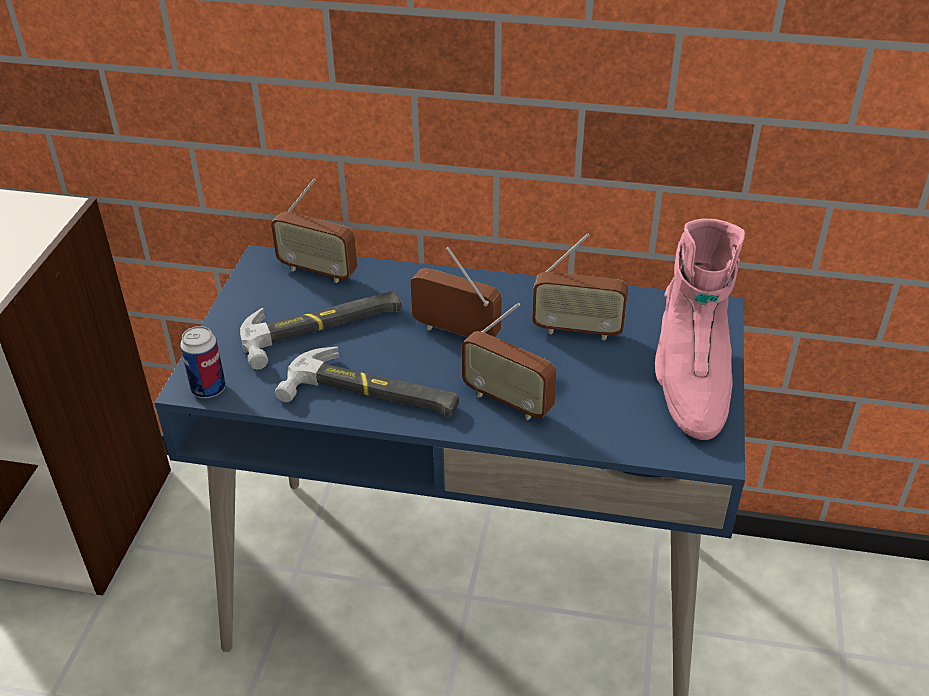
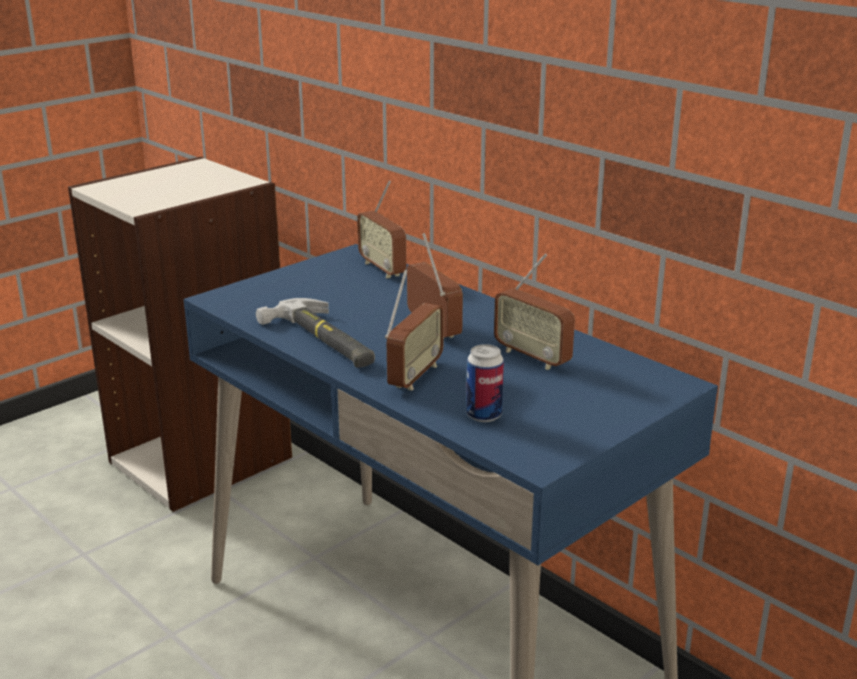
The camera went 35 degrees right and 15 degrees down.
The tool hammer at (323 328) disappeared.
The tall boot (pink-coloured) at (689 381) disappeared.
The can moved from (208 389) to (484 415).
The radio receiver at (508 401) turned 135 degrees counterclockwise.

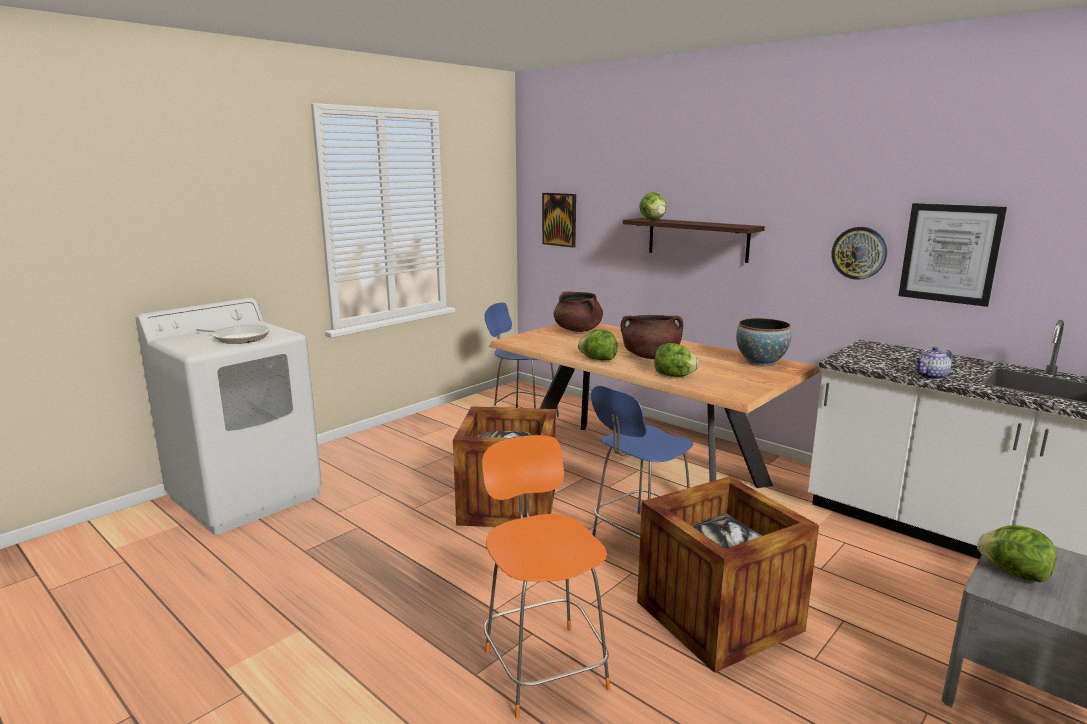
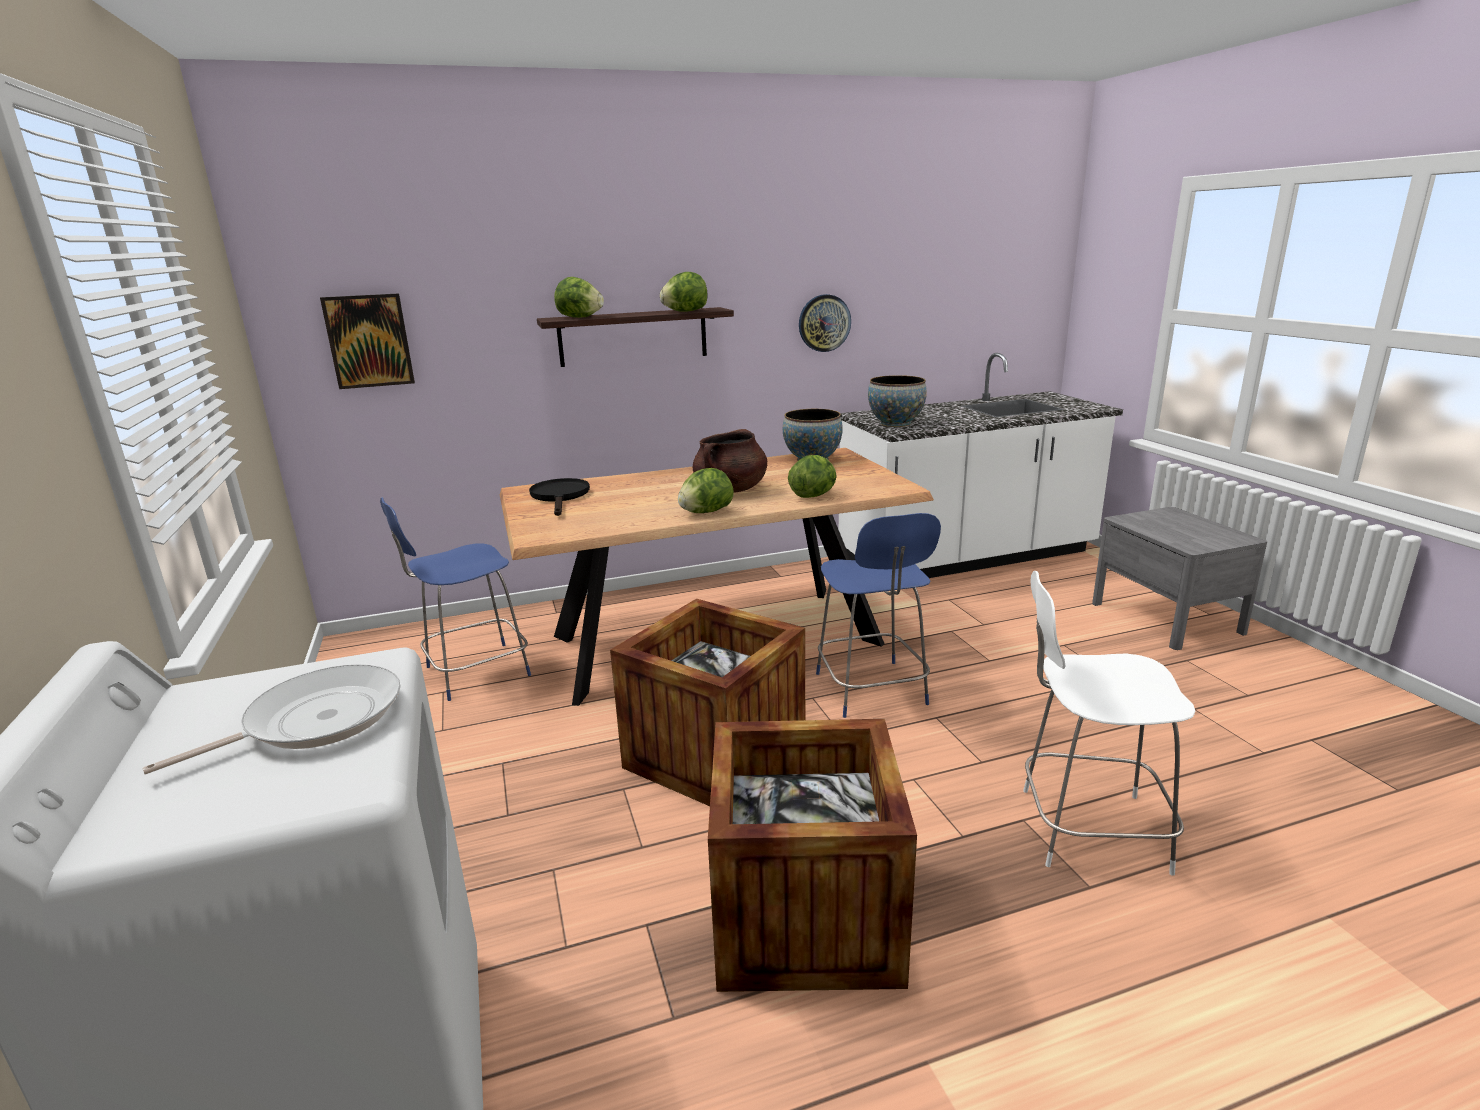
The camera went 60 degrees left and 5 degrees up.
The picture at (950 253) disappeared.
The tea pot at (931 376) disappeared.
The serving bowl at (895 424) appeared.
The packing crate moved from (718 616) to (805 915).
The head of lettuce moved from (1013 573) to (685 311).
The stockpot (brown) at (578 330) was replaced by the pan (blackish) at (560 497).
The chair (orange-coloured) at (543 666) became the chair (white-coloured) at (1086 829).

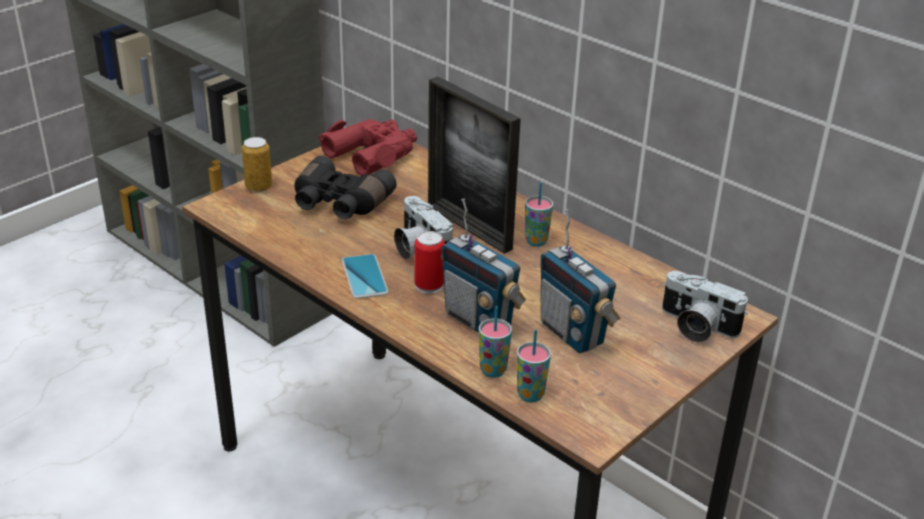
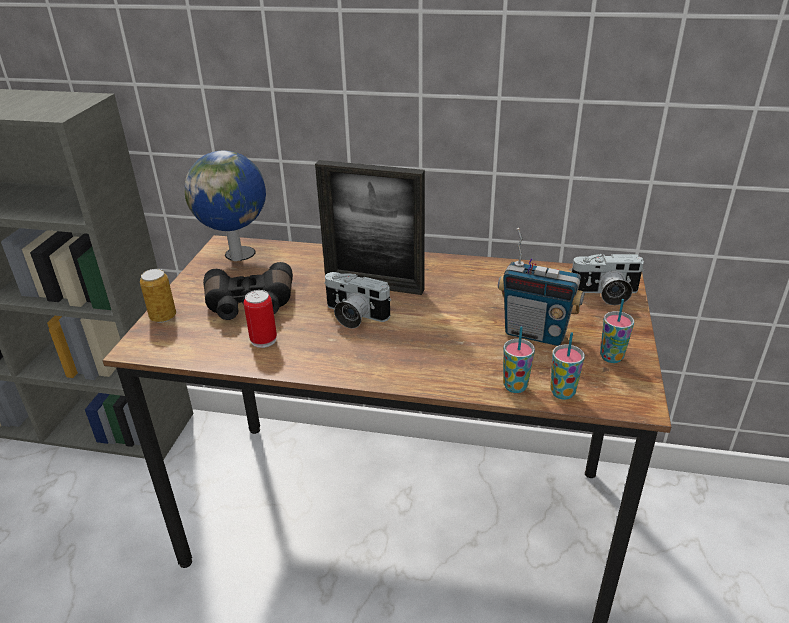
The camera went 30 degrees left and 0 degrees up.
The phone at (364 277) disappeared.
The radio receiver at (478 320) disappeared.
The can moved from (429 286) to (263 340).
The drinking cup moved from (536 241) to (611 357).
The pair of binoculars (reddish) at (372 154) was replaced by the desk globe at (238 257).

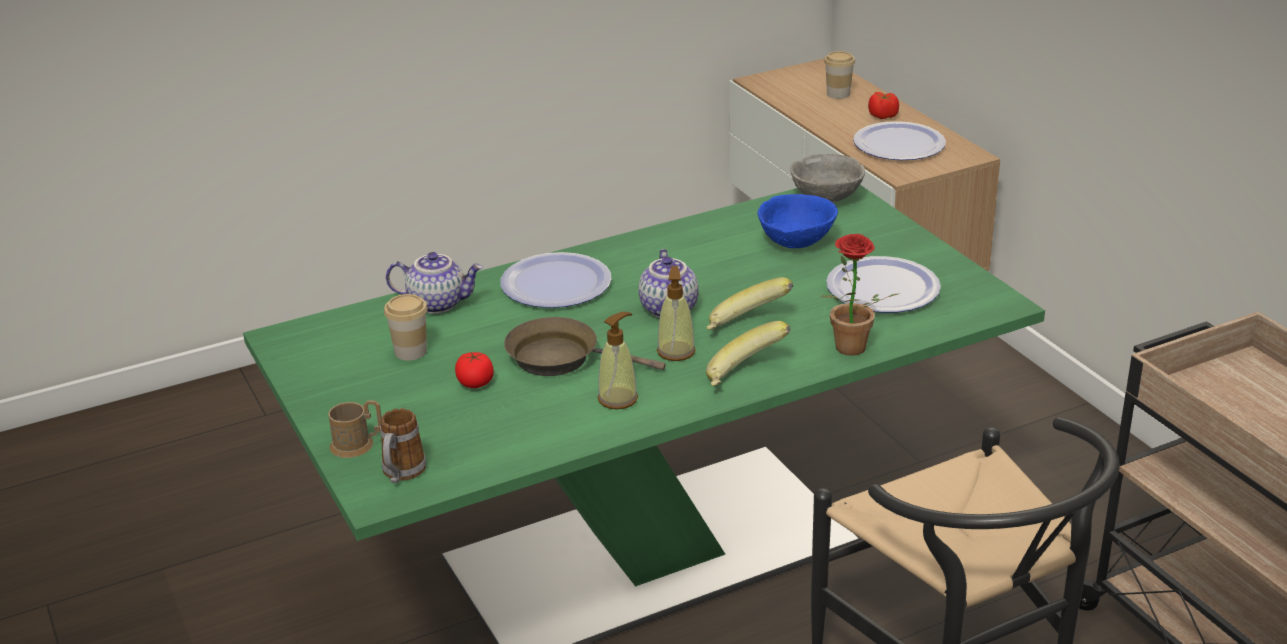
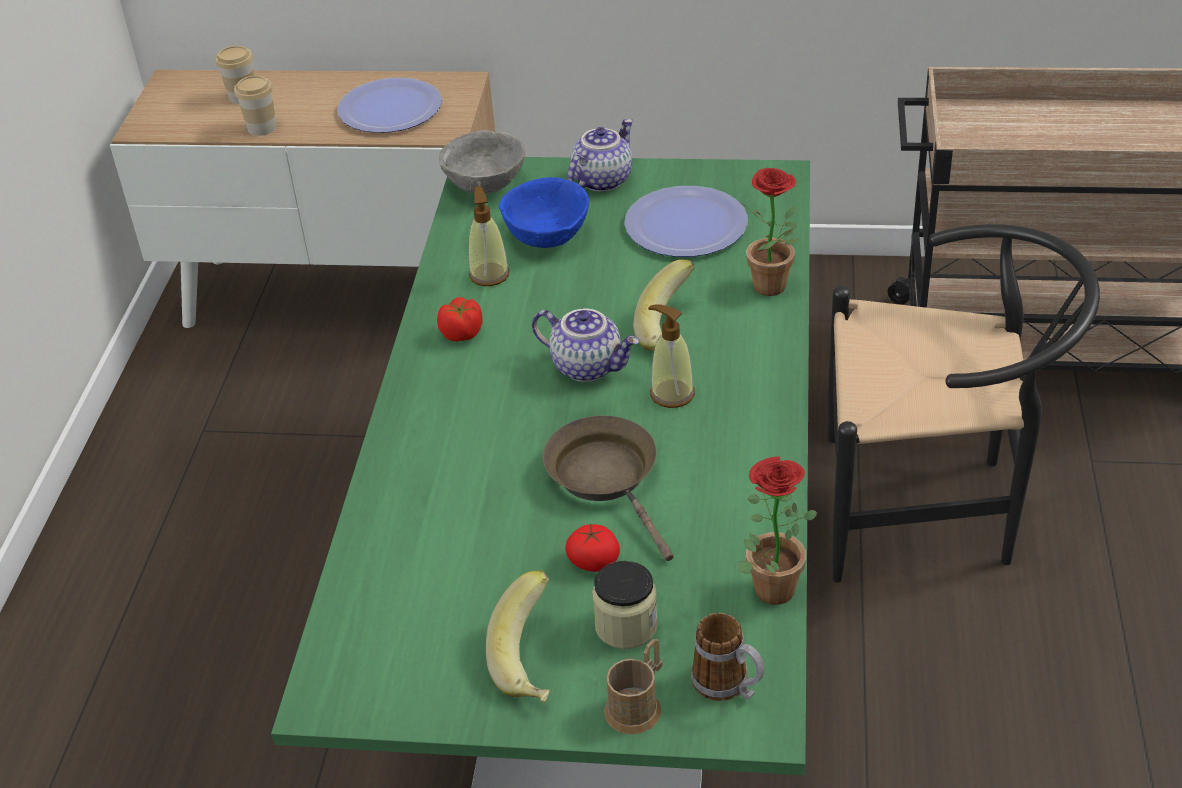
The camera went 55 degrees left and 10 degrees up.
The dinner plate at (555 283) disappeared.
The preserve jar at (626 626) appeared.
The potted plant at (769 584) appeared.
The drinking cup moved from (410 351) to (262 128).
The tea pot moved from (438 303) to (601 180).
The soap dispenser moved from (618 399) to (489 274).
The banana moved from (746 377) to (534 661).
The tomato moved from (883 116) to (462 333).
The pan (brown) at (561 358) turned 105 degrees clockwise.

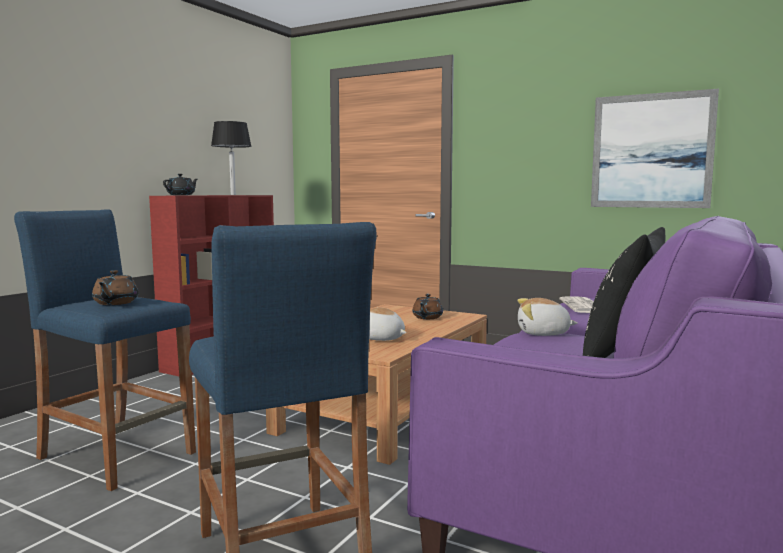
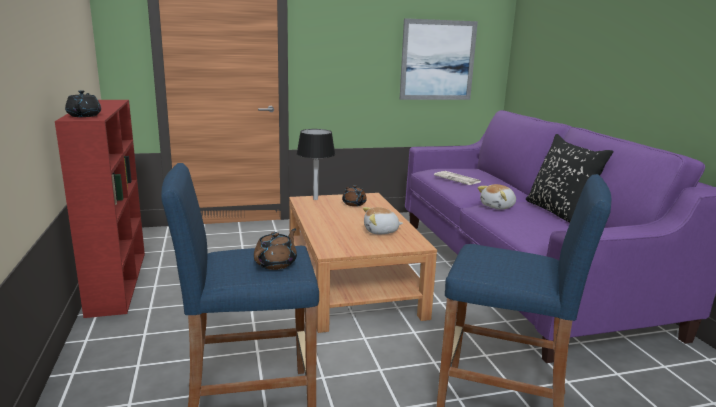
The camera went 45 degrees left and 10 degrees up.
The table lamp (blackish) moved from (233 195) to (315 199).
The tea pot (brown) at (115 303) turned 105 degrees counterclockwise.

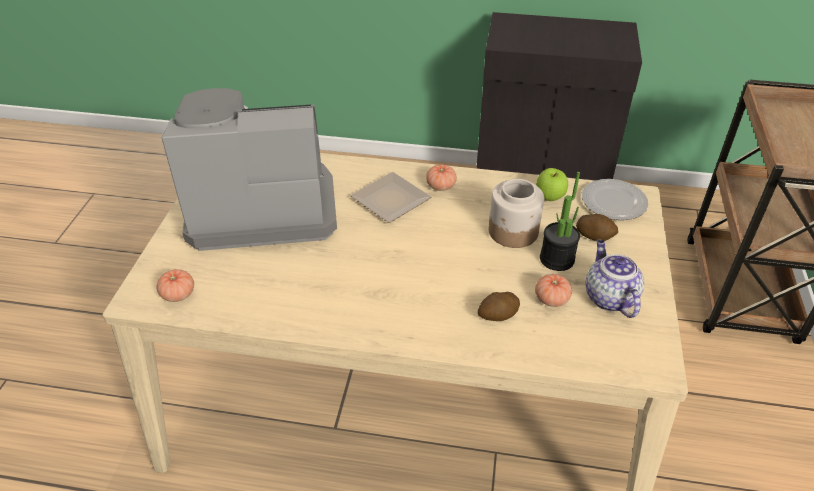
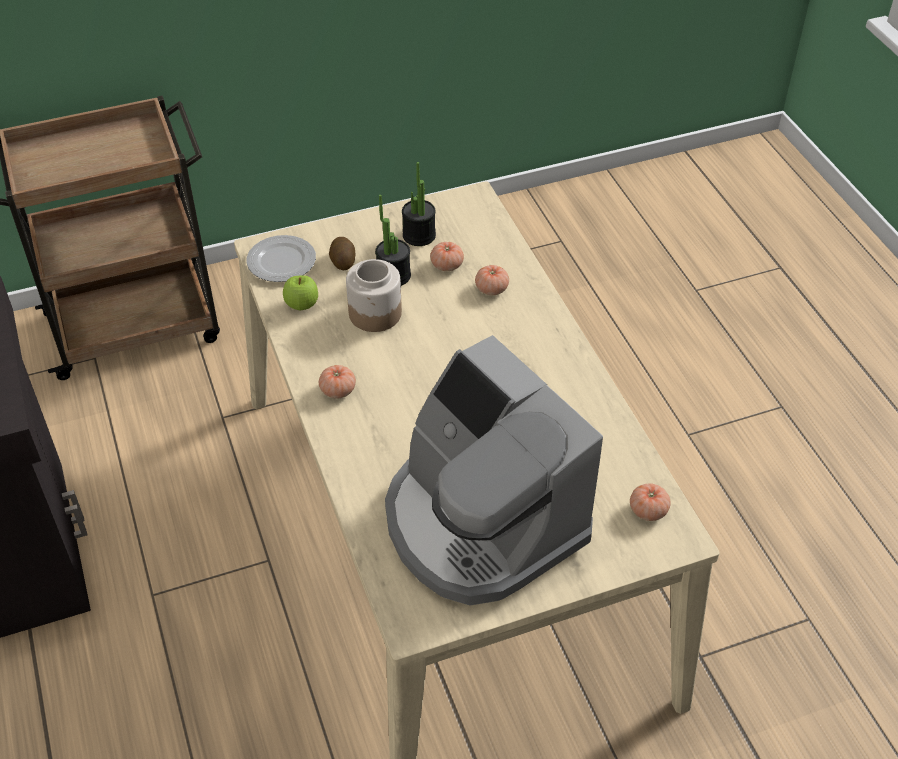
The camera went 120 degrees left and 5 degrees up.
The dinner plate at (390 202) disappeared.
The whole potato at (497 316) was replaced by the tomato at (491 289).
The tea pot at (609 297) was replaced by the potted plant at (419 235).

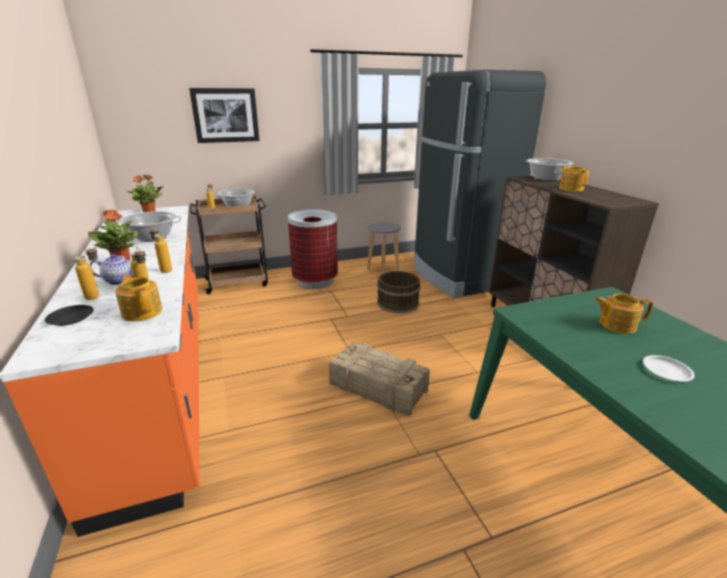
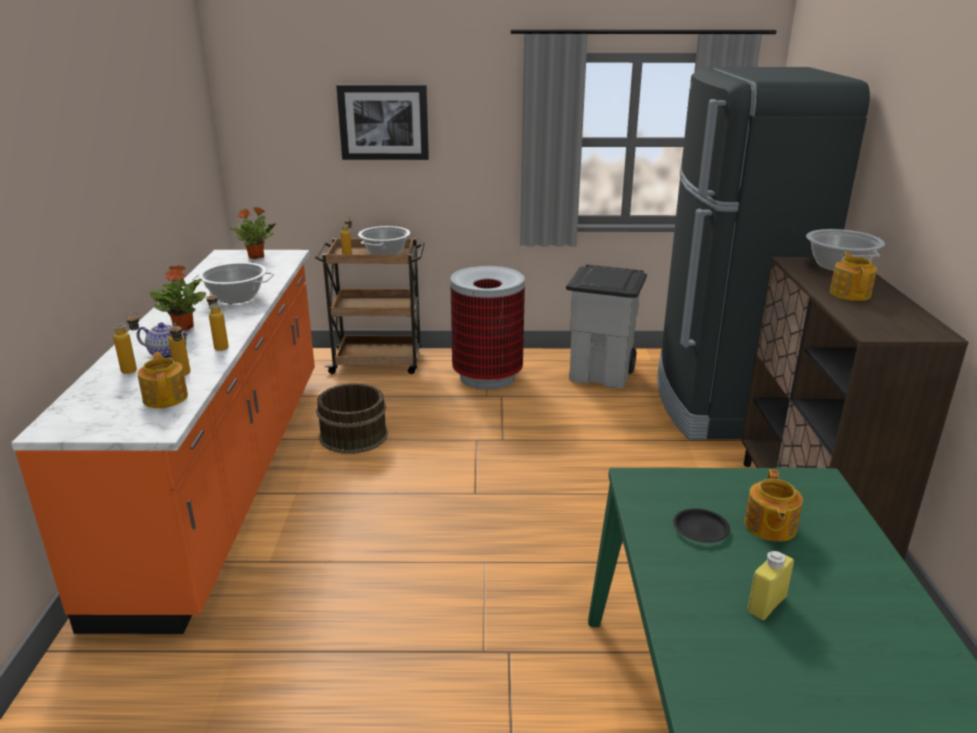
The camera went 20 degrees right and 0 degrees up.
The packing crate at (378 386) disappeared.
The dinner plate (blackish) moved from (70 318) to (700 529).
The pail (brown) moved from (397 303) to (353 436).
The sitting stool (grey) at (383 270) was replaced by the trash can (grey) at (602 374).
The dinner plate (white-coloured) at (667 371) was replaced by the drink bottle (yellow) at (766 604).
The tea pot at (616 324) turned 105 degrees counterclockwise.

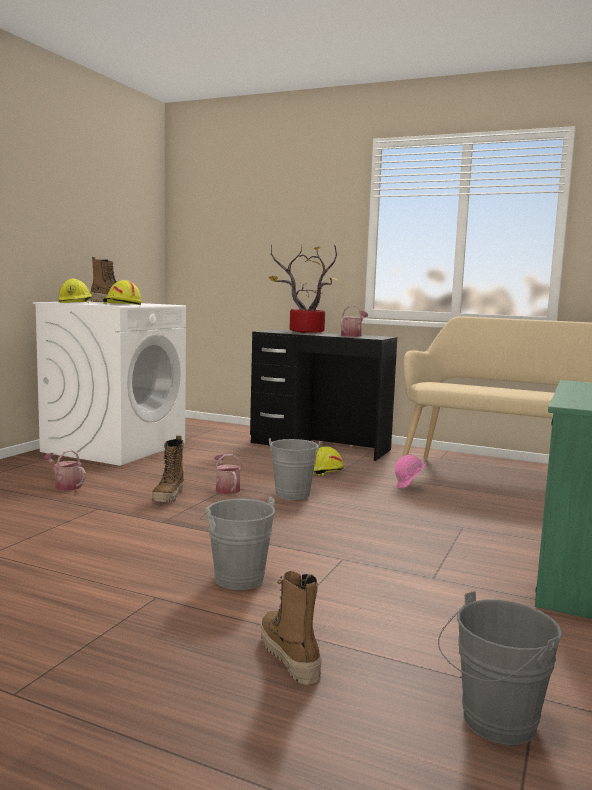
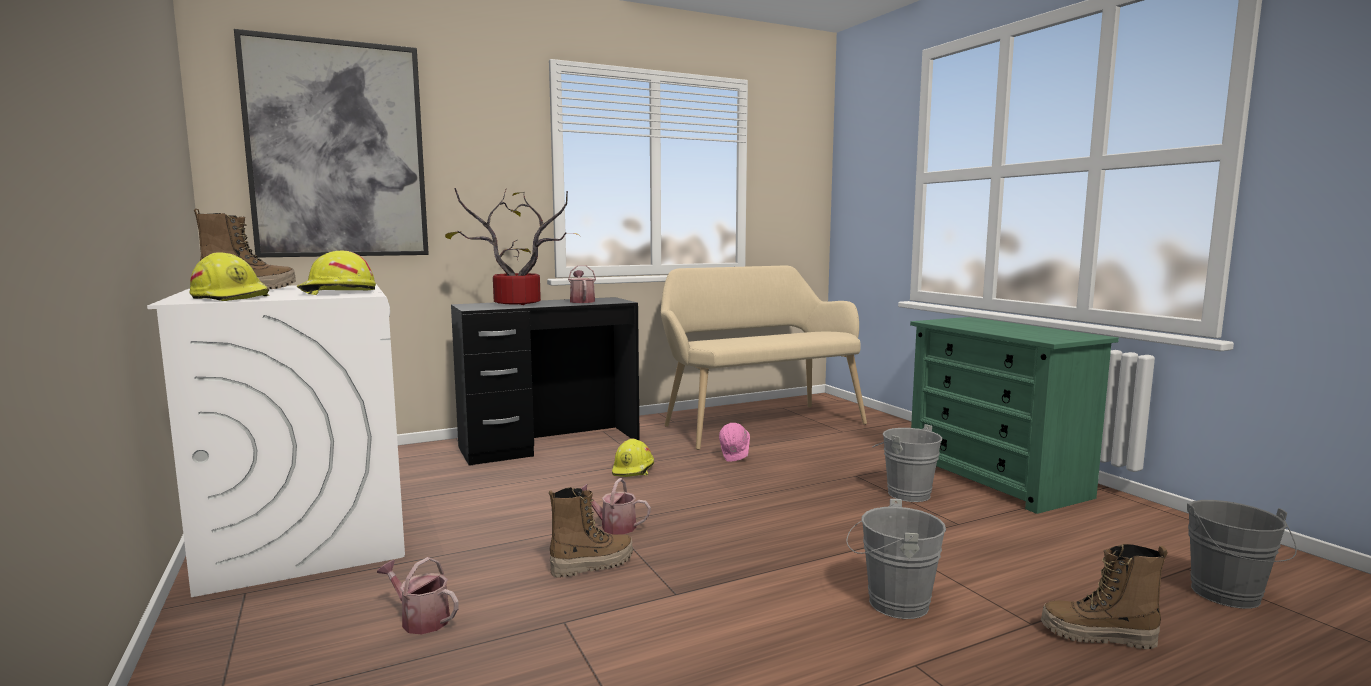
The camera went 50 degrees left and 0 degrees up.
The picture at (338 150) appeared.
The pail (grey) moved from (293 493) to (904 493).
The watering can at (65 486) turned 45 degrees clockwise.
The tall boot at (169 497) turned 75 degrees counterclockwise.

